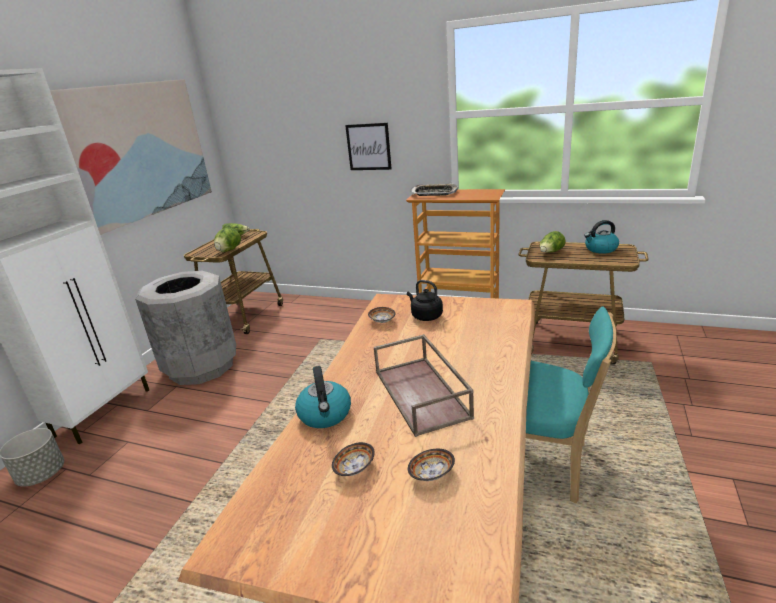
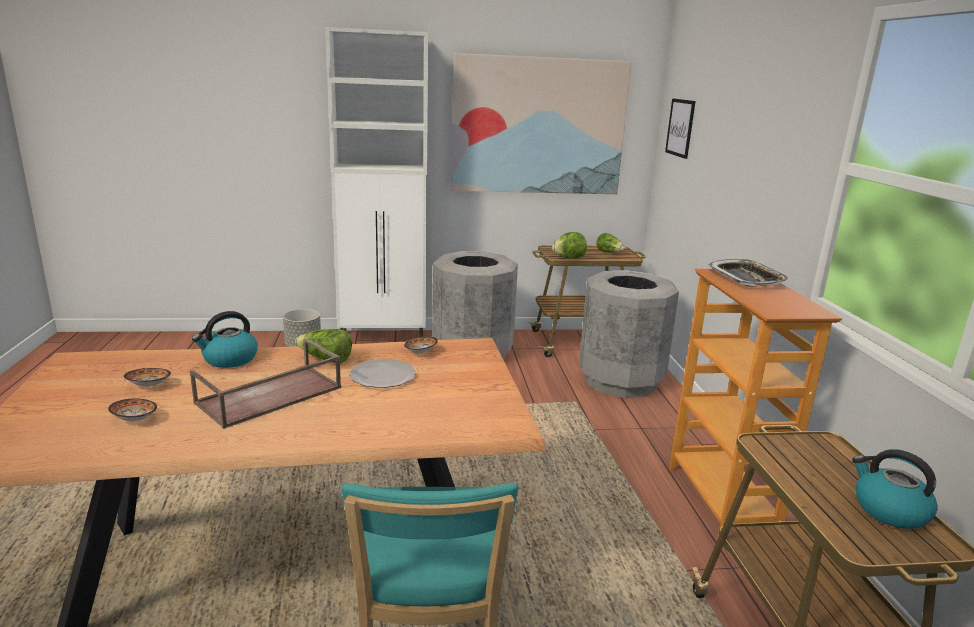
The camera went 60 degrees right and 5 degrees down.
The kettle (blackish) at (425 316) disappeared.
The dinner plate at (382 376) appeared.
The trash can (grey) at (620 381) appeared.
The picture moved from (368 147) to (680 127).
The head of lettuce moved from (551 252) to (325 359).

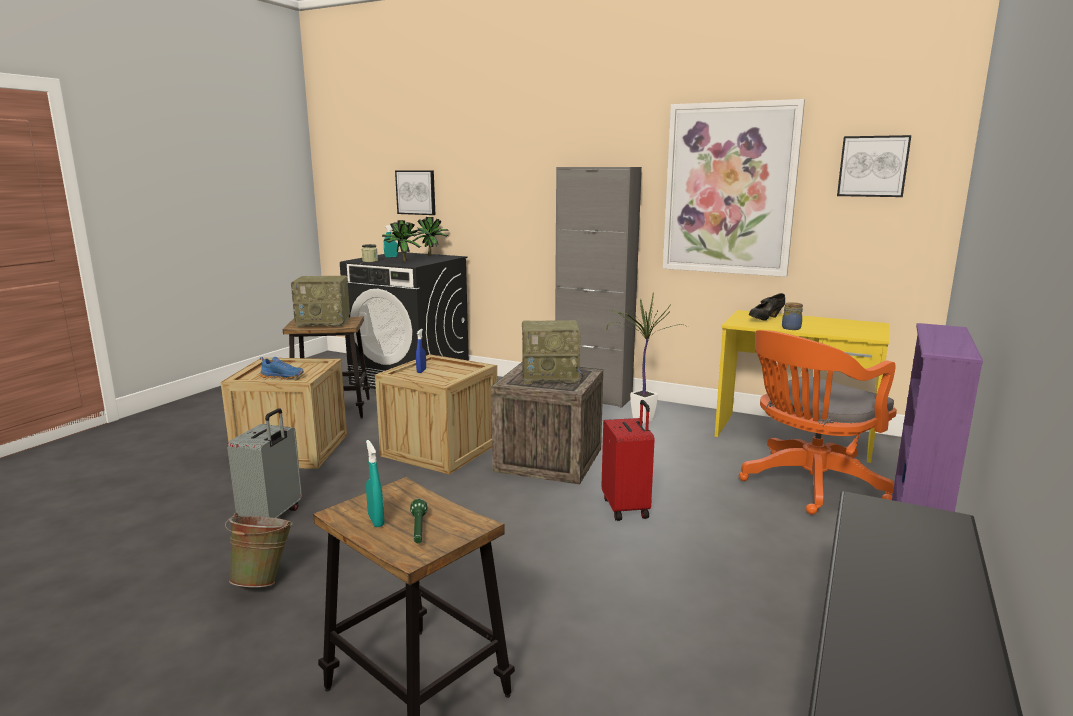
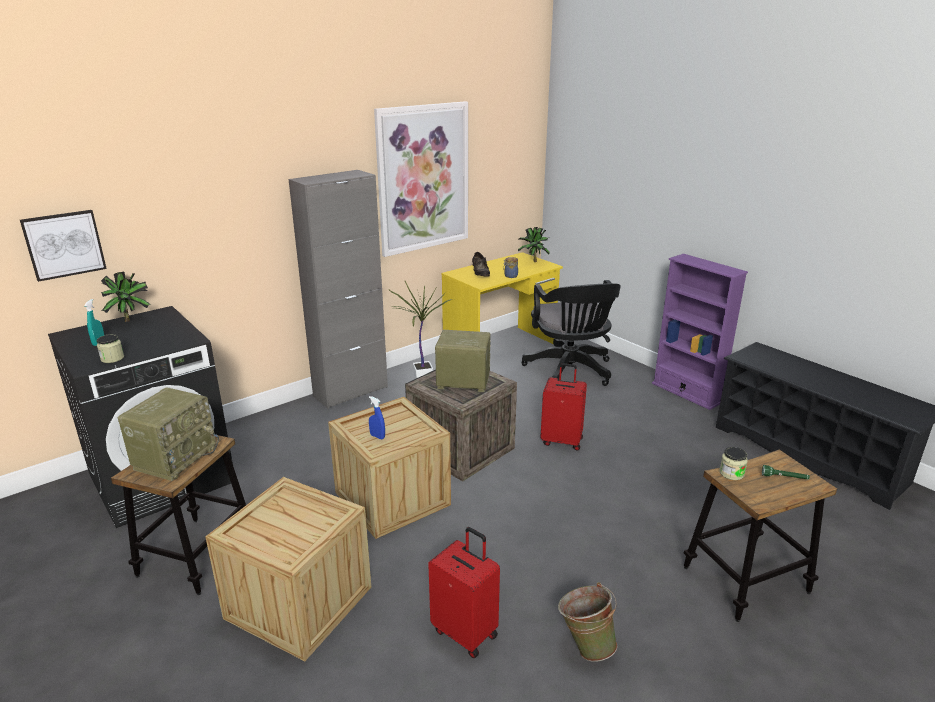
The camera went 65 degrees left and 10 degrees up.
The item of footwear (blue-coloured) at (283 377) disappeared.
The hand sprayer (turquoise-coloured) at (376 521) disappeared.
The picture at (873 166) disappeared.
The preserve jar at (731 473) appeared.
The potted plant moved from (402 261) to (533 262).
The travel case (grey) at (272 517) became the travel case (reddish) at (466 632).
The computer chair (orange-coloured) at (807 485) became the computer chair (blackish) at (570 372).
The radio receiver at (551 377) turned 105 degrees counterclockwise.

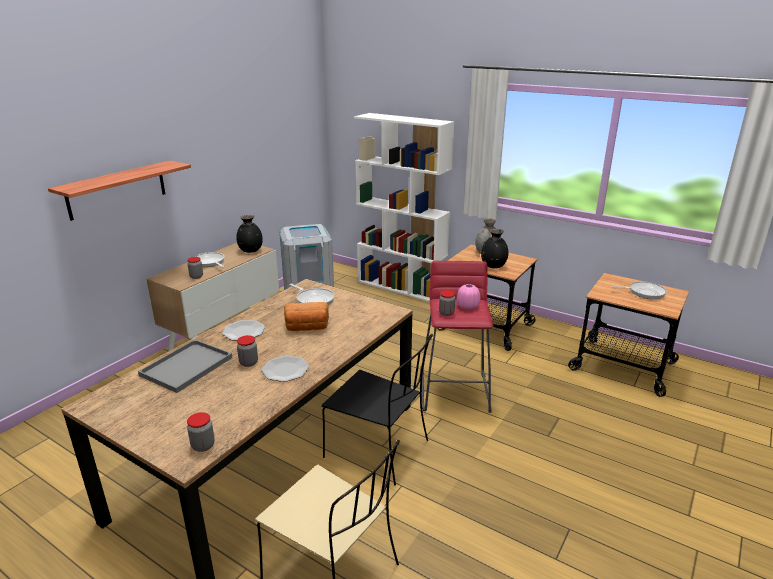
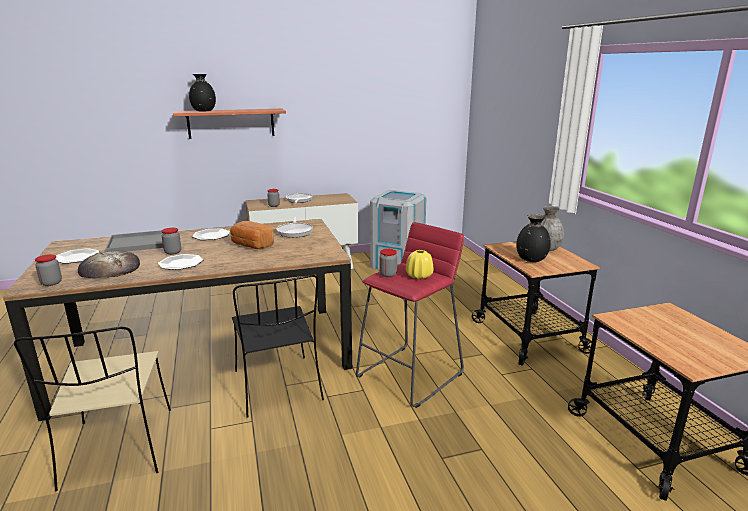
The camera went 40 degrees right and 5 degrees down.
The shelving unit (white-coloured) at (401 287) disappeared.
The pan at (644 292) disappeared.
The dinner plate at (77 257) appeared.
The baked bread at (110 269) appeared.
The vase (blackish) moved from (250 250) to (204 111).
The vase (pink-coloured) at (467 306) became the vase (yellow) at (419 276).

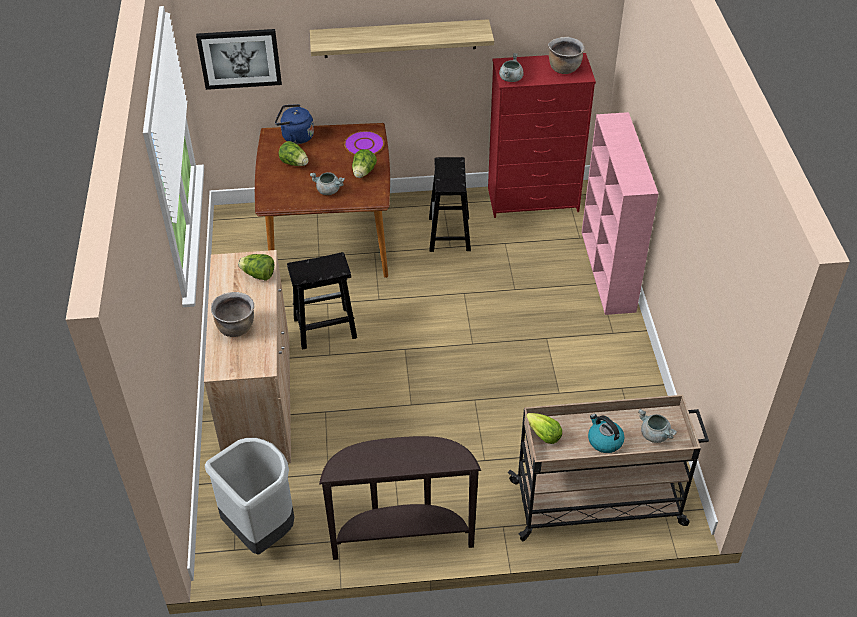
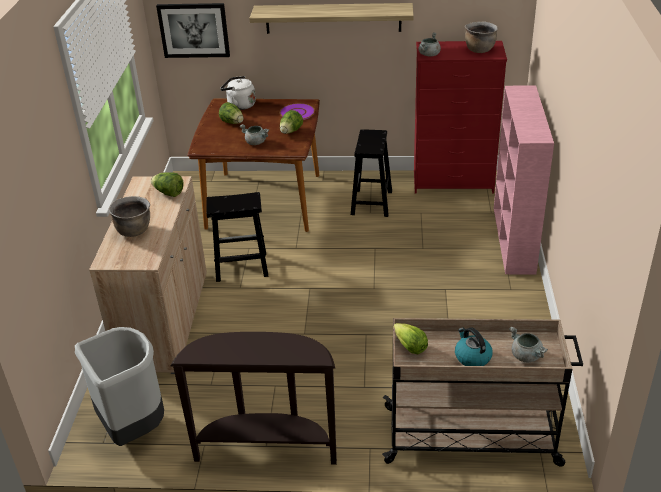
The camera went 10 degrees right and 10 degrees down.
The kettle (blue-coloured) at (295 137) became the kettle (white-coloured) at (239 105).

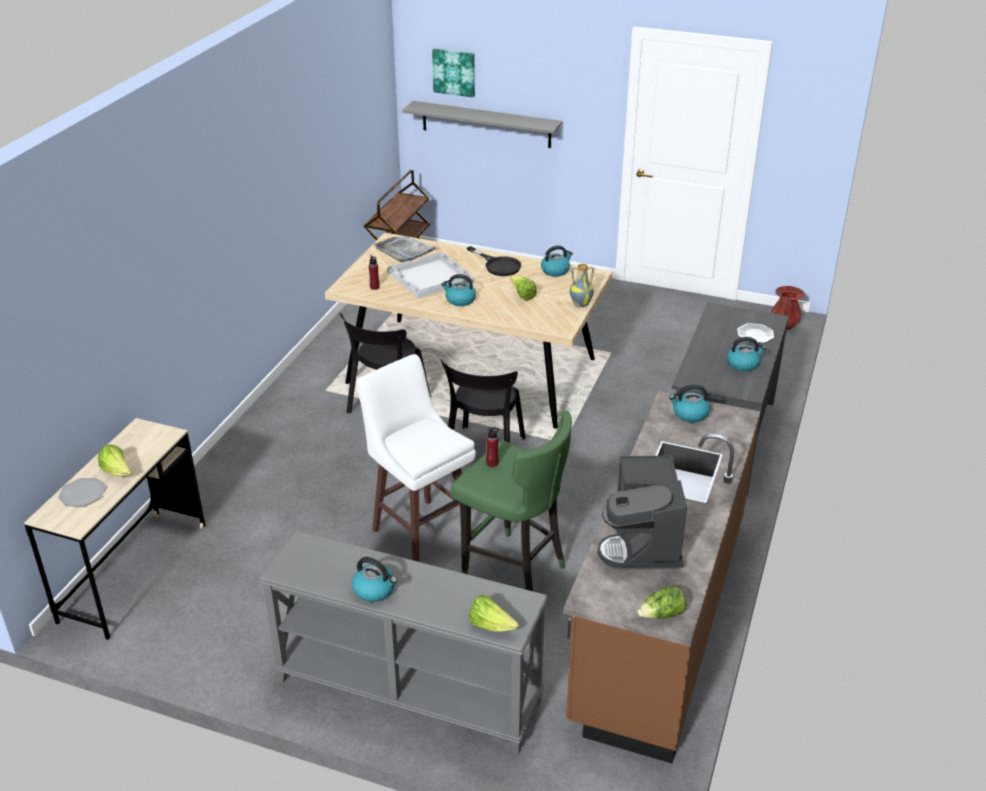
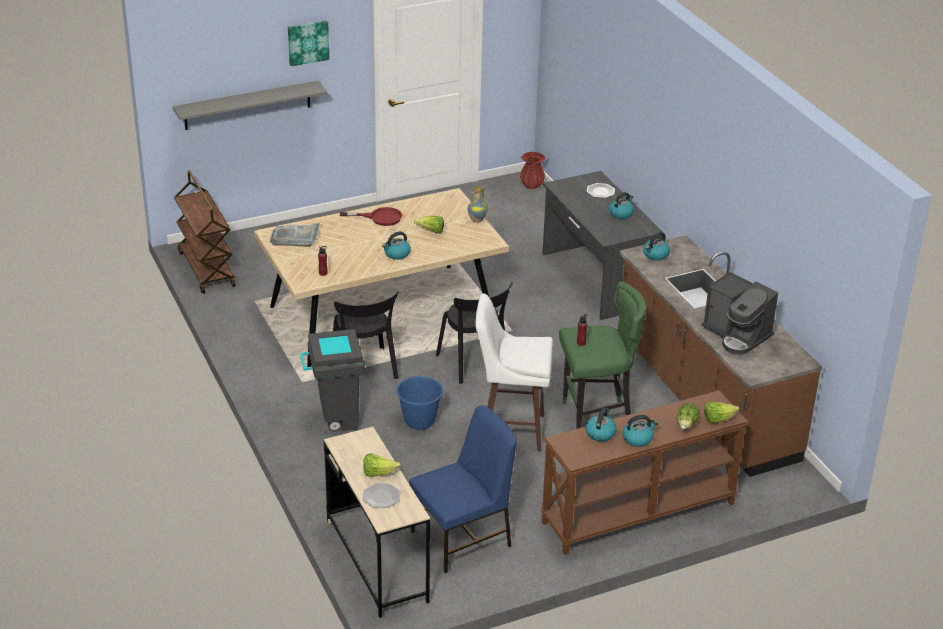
The camera went 45 degrees left and 0 degrees up.
The carrying tray (white-coloured) at (430 277) disappeared.
The trash can (grey) at (335 420) appeared.
The pail (blue-coloured) at (419 421) appeared.
The chair (blue-coloured) at (463 538) appeared.
The picture moved from (454 72) to (308 42).
The kettle moved from (555 270) to (600 433).
The head of lettuce moved from (661 615) to (686 424).
The hall table (grey) at (407 692) became the hall table (brown) at (638 514).
The pan (blackish) at (498 265) became the pan (reddish) at (379 218).

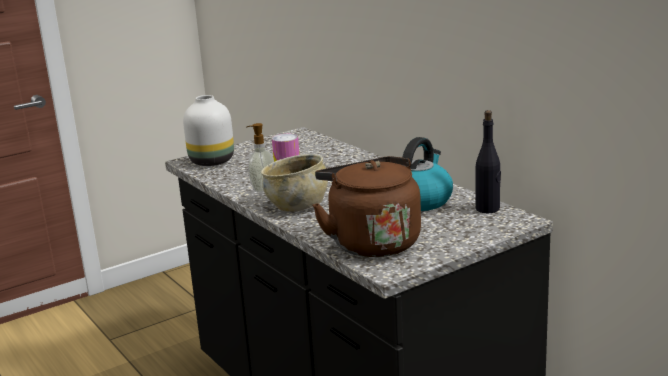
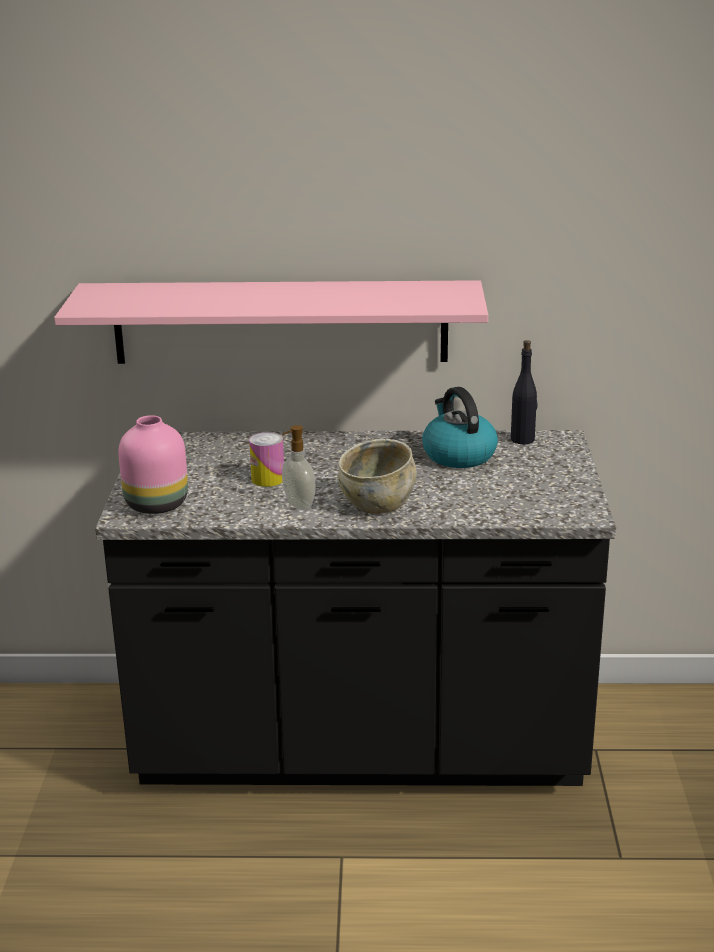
The camera went 55 degrees left and 5 degrees up.
The kettle (brown) at (371 242) disappeared.
The wall shelf (pink-coloured) at (280 322) appeared.
The vase (white-coloured) at (211 162) became the vase (pink-coloured) at (157 505).

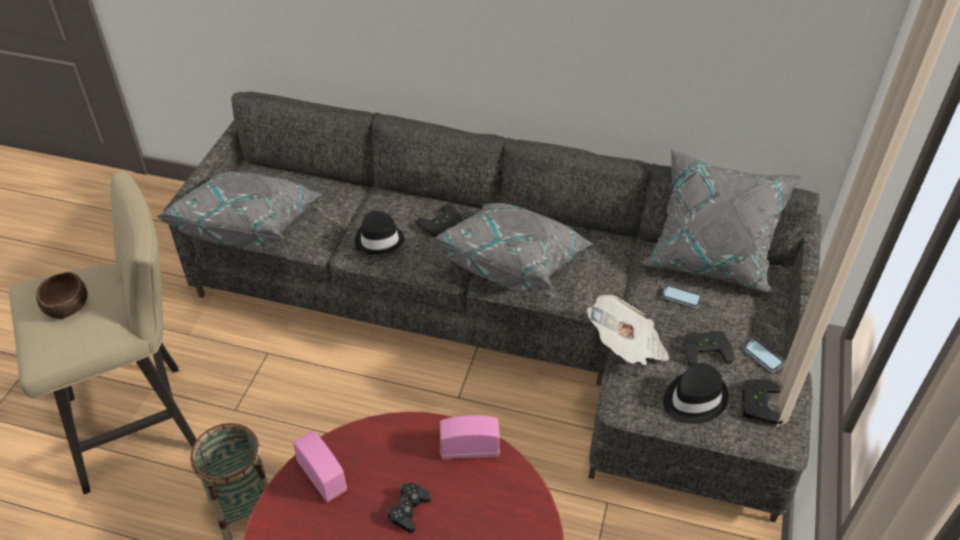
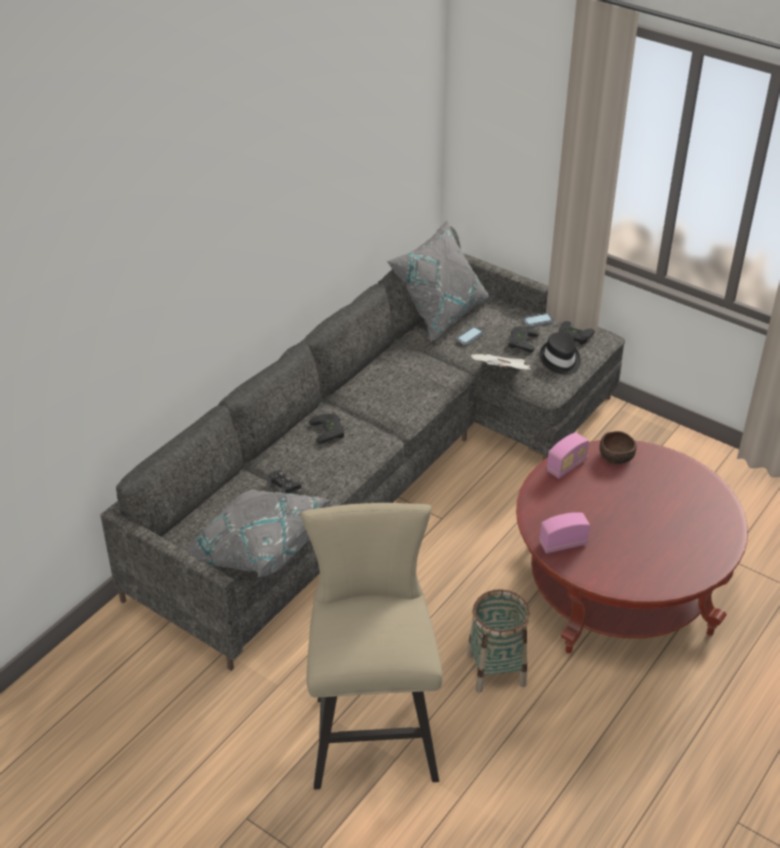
The camera went 70 degrees left and 5 degrees down.
The wearable hat (blackish) at (379 239) disappeared.
The pillow (grey) at (514 263) disappeared.
The serving bowl (brown) moved from (66 307) to (617 456).
The gamepad (blackish) moved from (409 510) to (284 485).
The radio receiver at (469 449) turned 150 degrees counterclockwise.

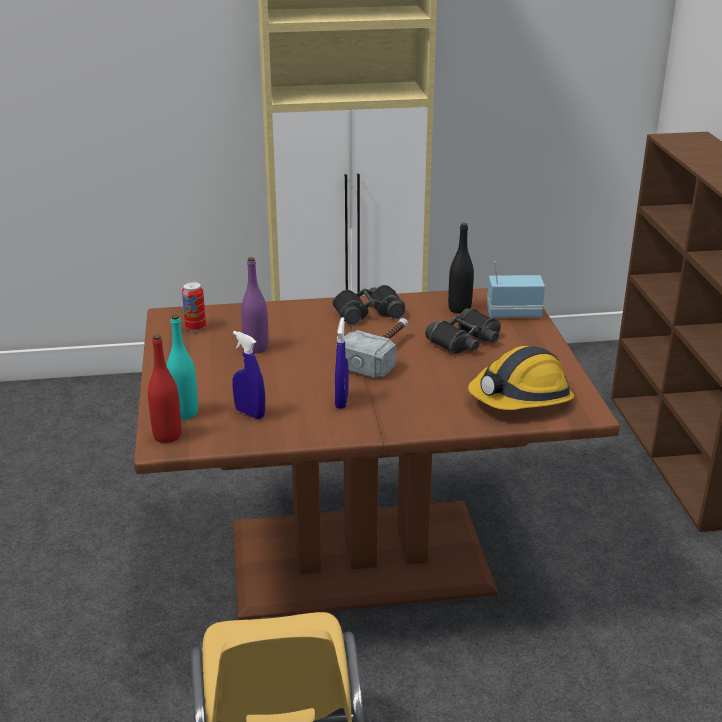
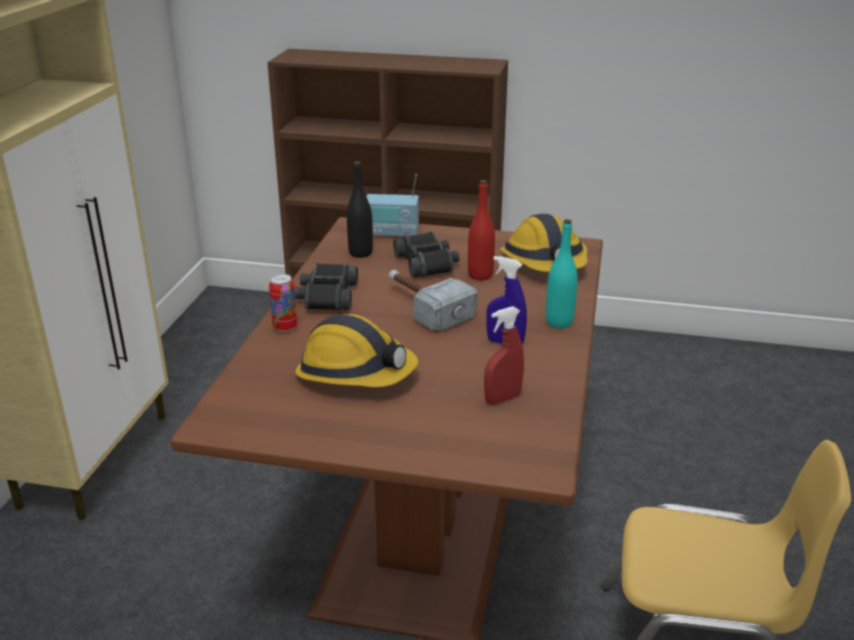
The camera went 70 degrees left and 0 degrees up.
The drink bottle (reddish) moved from (167 436) to (480 275).
The drink bottle (turquoise-coloured) moved from (184 413) to (559 322).
The can moved from (195 328) to (285 327).
The drink bottle (purple-coloured) at (256 348) was replaced by the hard hat at (356 373).
The hand sprayer (blue-coloured) at (250 413) became the hand sprayer (reddish) at (502 399).
The radio receiver at (513 314) turned 105 degrees counterclockwise.

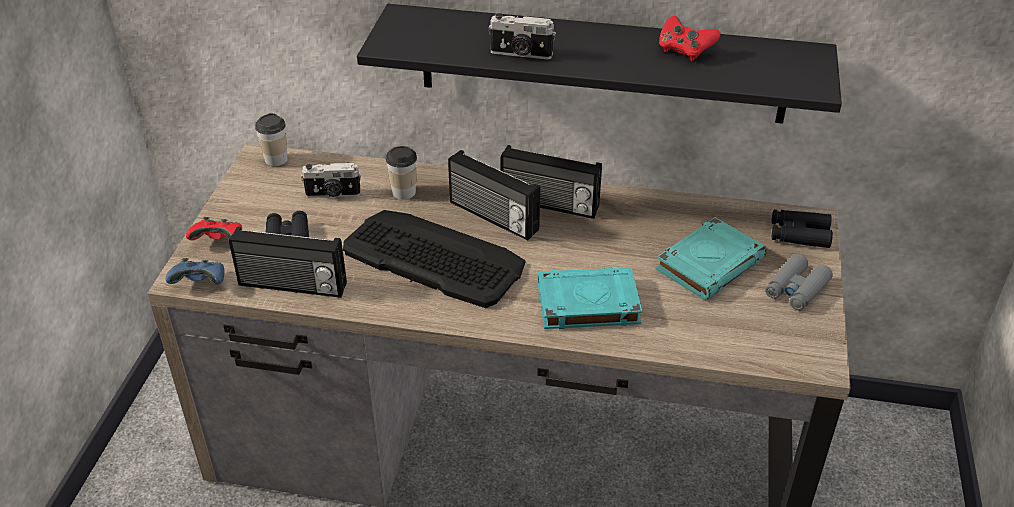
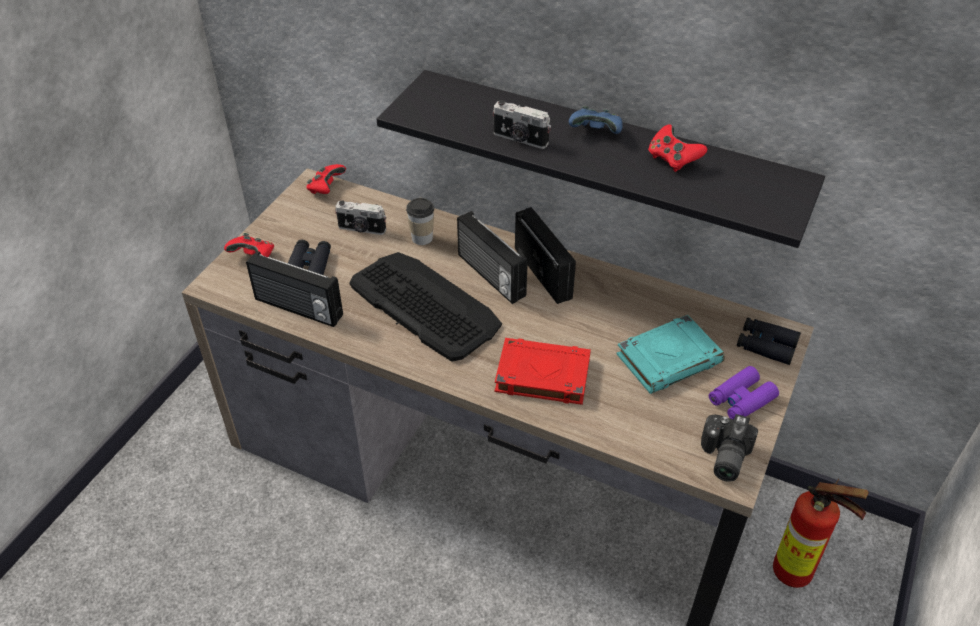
The camera went 15 degrees right and 5 degrees up.
The photo camera at (722 457) appeared.
The fire extinguisher at (798 575) appeared.
The gamepad (blue-coloured) moved from (201 283) to (596 132).
The drinking cup at (276 159) was replaced by the gamepad (reddish) at (326 188).
The bound book (turquoise-coloured) at (586 304) became the bound book (reddish) at (541 375).
The pair of binoculars (grey) at (796 289) became the pair of binoculars (purple-coloured) at (741 400).
The radio receiver at (549 204) turned 150 degrees counterclockwise.

